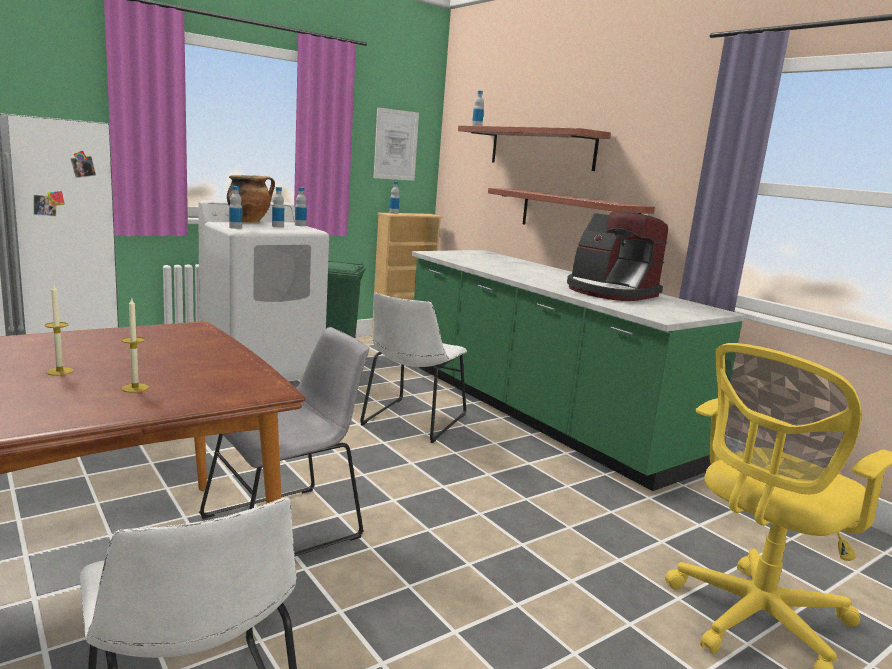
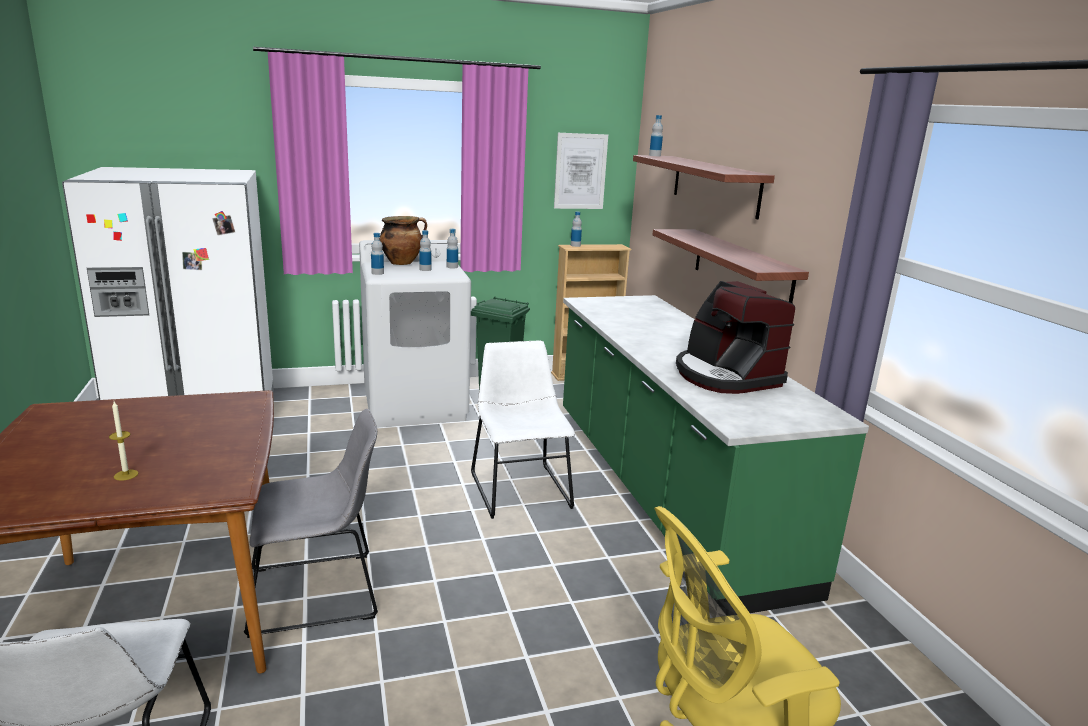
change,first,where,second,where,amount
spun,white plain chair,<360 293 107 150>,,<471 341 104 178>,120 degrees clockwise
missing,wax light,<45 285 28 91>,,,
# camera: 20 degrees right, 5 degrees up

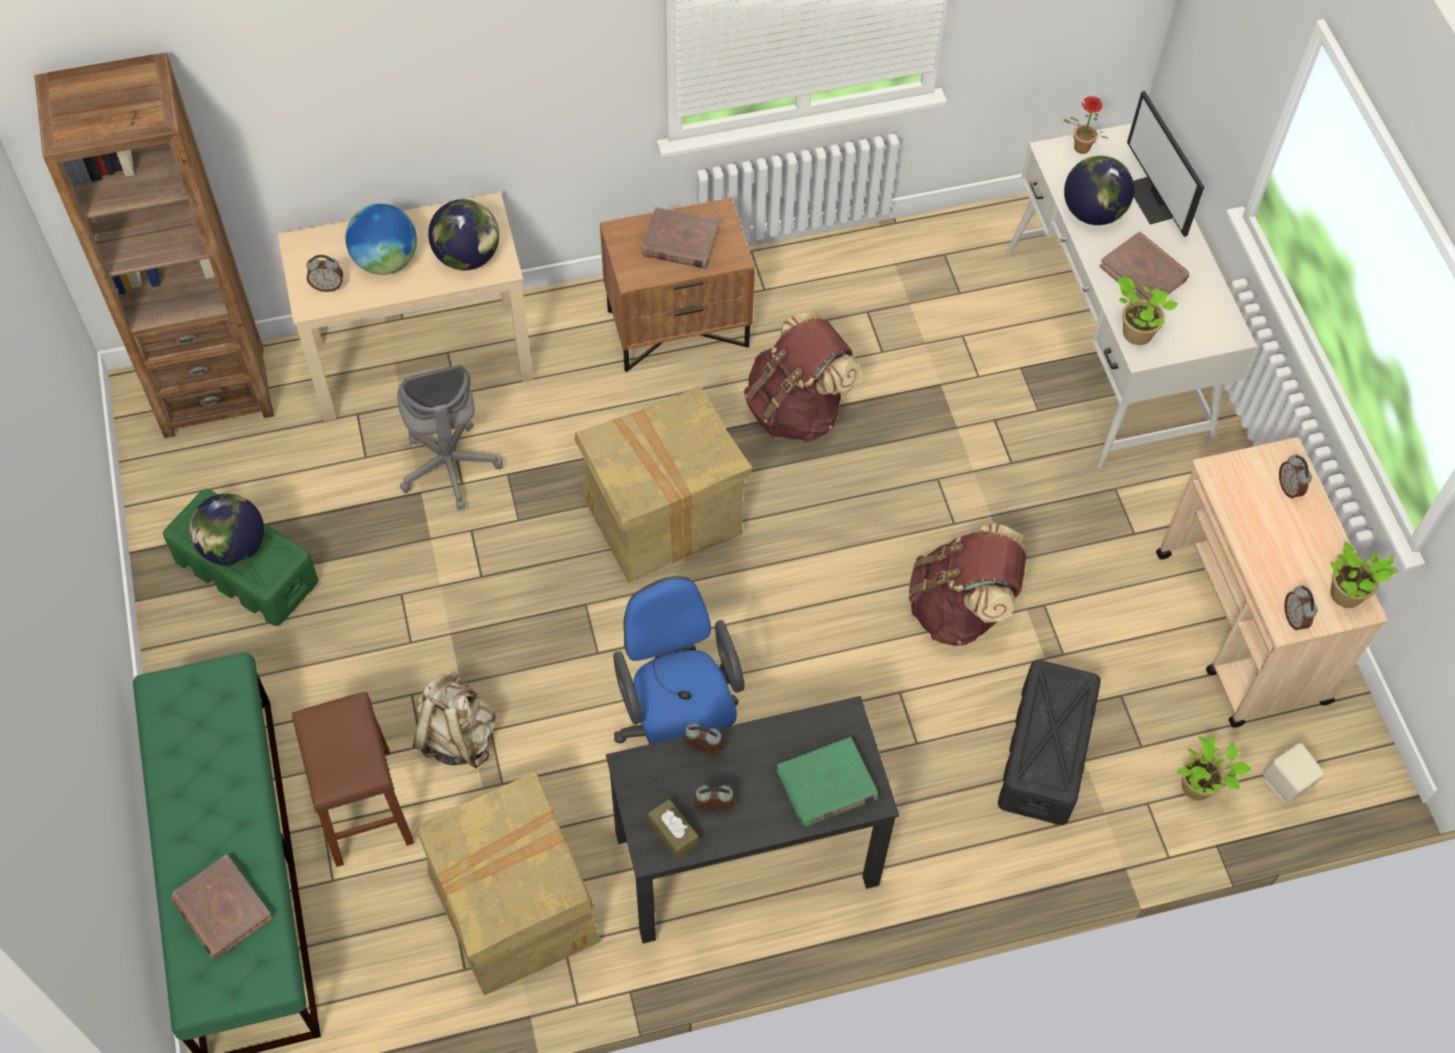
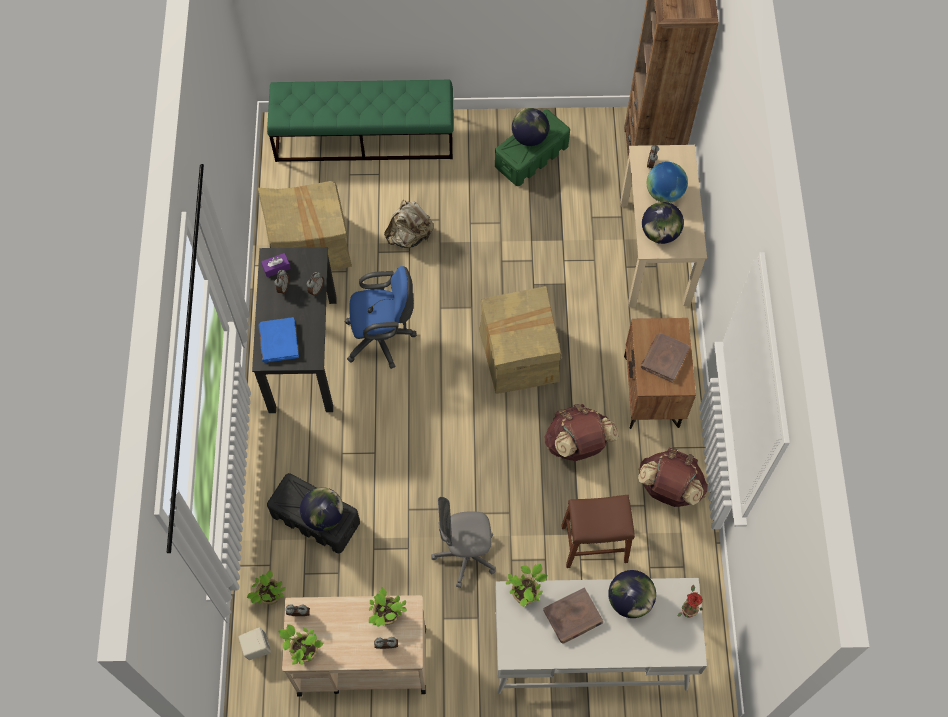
change,first,where,second,where,amount
colour,green-coloured volume,<777 737 101 89>,blue-coloured volume,<259 317 40 46>,
colour,brown box of tissues,<648 799 51 60>,purple-coloured box of tissues,<261 253 30 24>,
appeared,,,desk globe,<300 487 44 44>,
appeared,,,plant in a pot,<369 587 38 40>,
relocated,gray computer chair,<397 365 106 145>,,<431 497 65 91>,
relocated,brown sitting stool,<292 692 122 175>,,<561 495 74 73>,
relocated,brown knapsack,<908 523 118 123>,,<638 448 70 59>,
missing,brown volume,<171 855 102 104>,,,
missing,computer screen,<1127 91 77 146>,,,
# camera: 105 degrees right, 5 degrees up

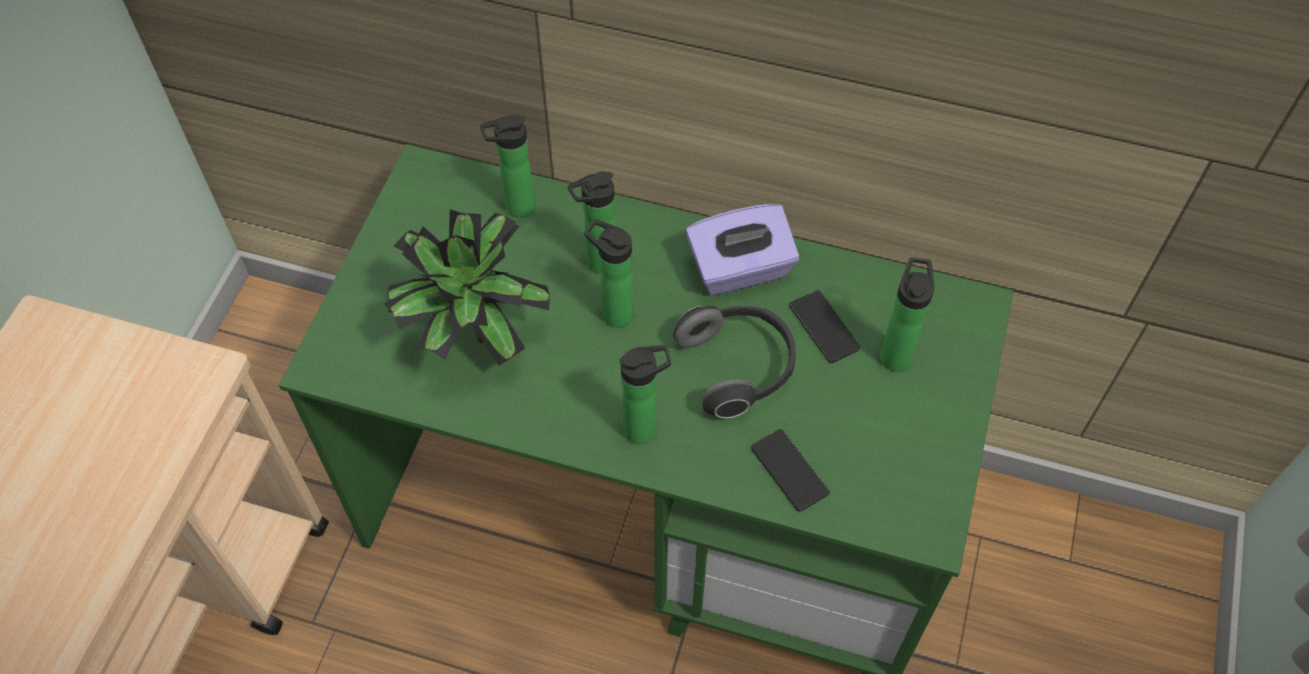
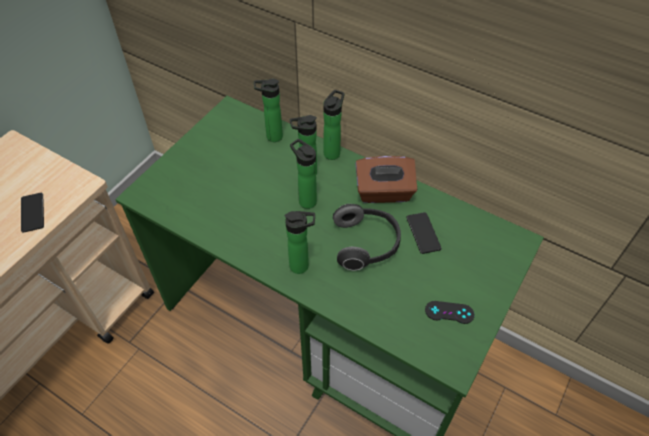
change,first,where,second,where,amount
relocated,handset,<751 429 79 83>,,<21 193 23 40>,
relocated,drink bottle,<880 257 55 114>,,<324 90 20 70>,
colour,purple-coloured box of tissues,<686 204 113 92>,brown box of tissues,<355 156 62 47>,
appeared,,,blackish gamepad,<425 301 50 23>,
missing,plant in a pot,<383 209 167 157>,,,
# camera: 15 degrees right, 5 degrees down

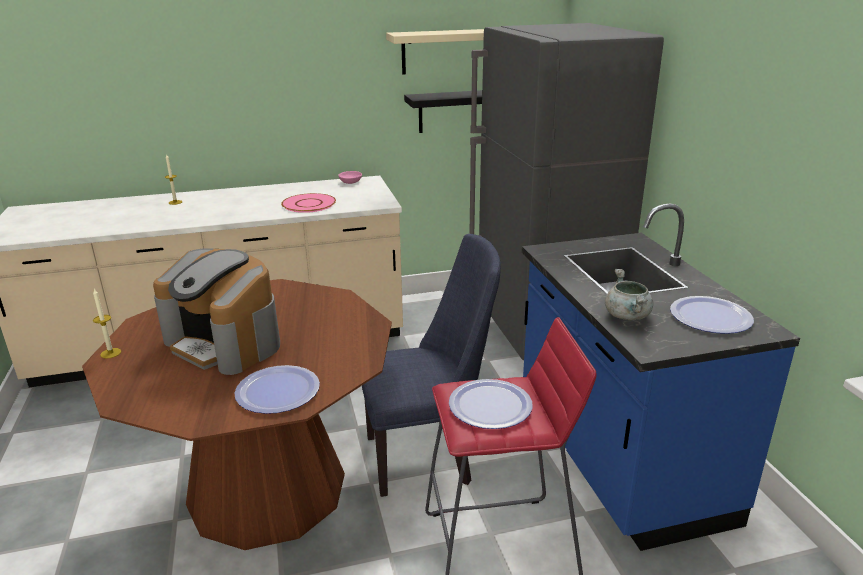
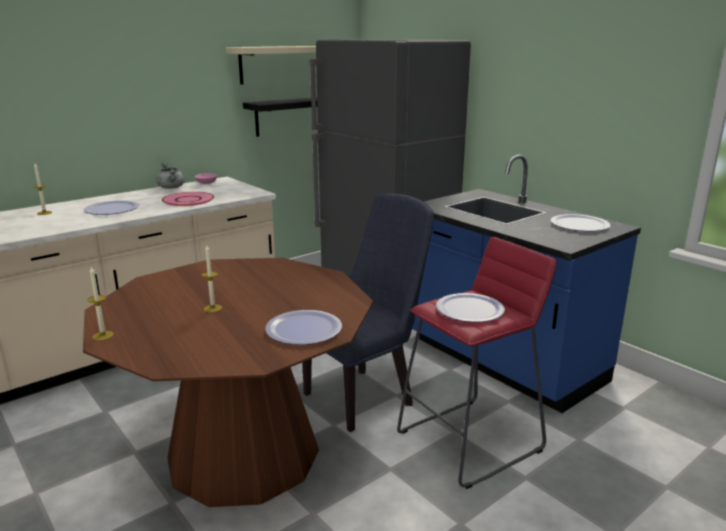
change,first,where,second,where,amount
appeared,,,flat dish,<83 200 56 15>,
relocated,gray cooking pot,<605 269 48 51>,,<156 162 29 27>,
exchanged,coffee brewer,<153 248 127 127>,wax light,<202 245 20 67>,
# camera: 25 degrees left, 5 degrees down

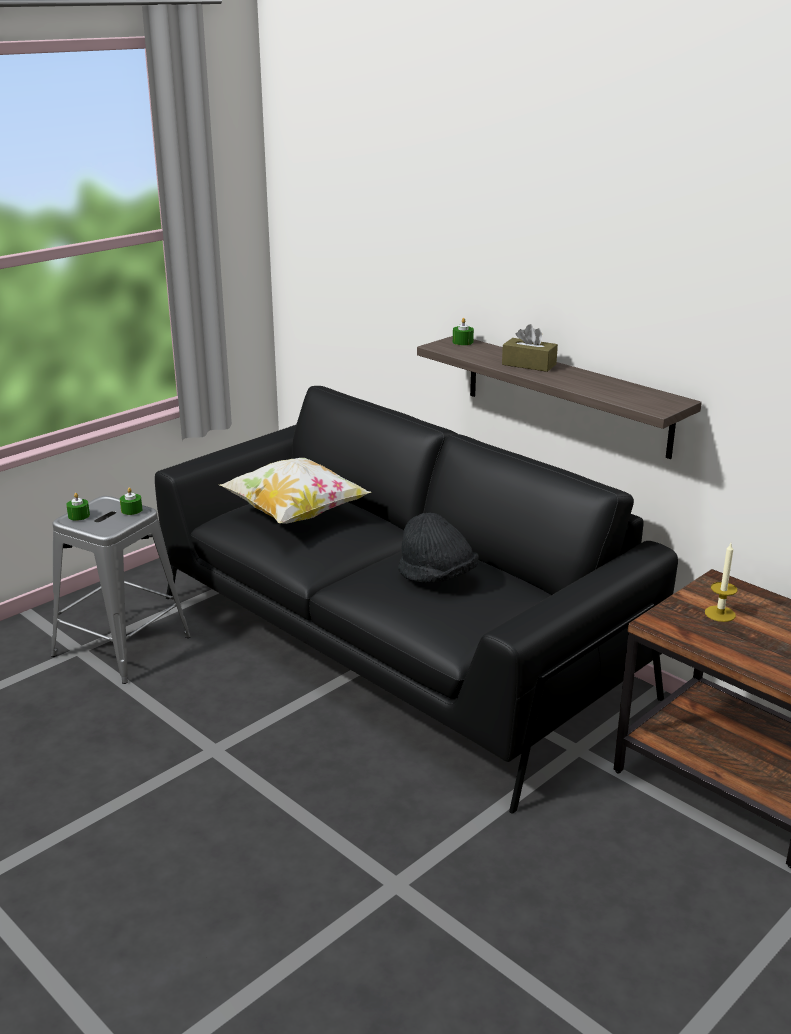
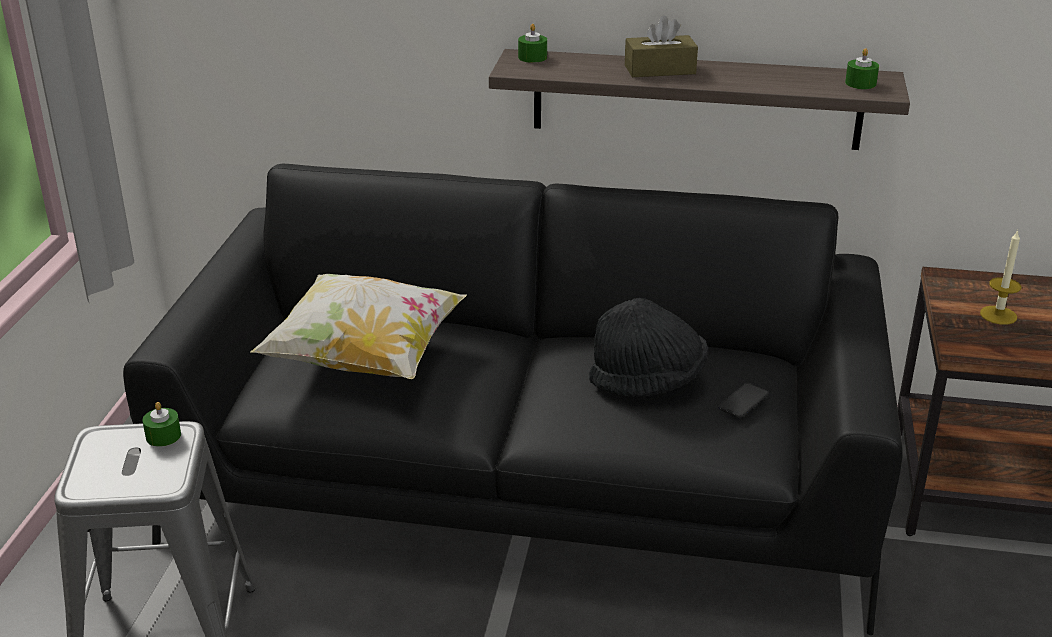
change,first,where,second,where,amount
appeared,,,handset,<718 383 51 35>,
relocated,green-coloured wax light,<66 493 24 28>,,<845 48 34 41>,
# camera: 35 degrees left, 5 degrees up

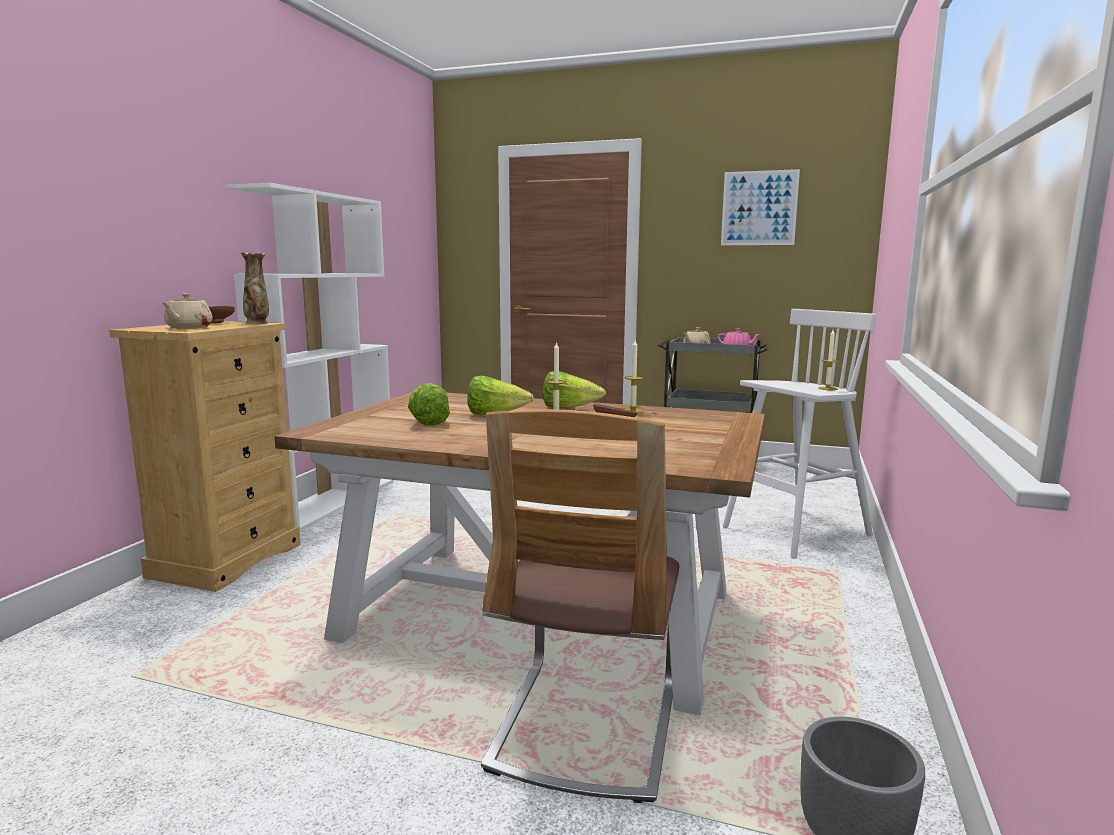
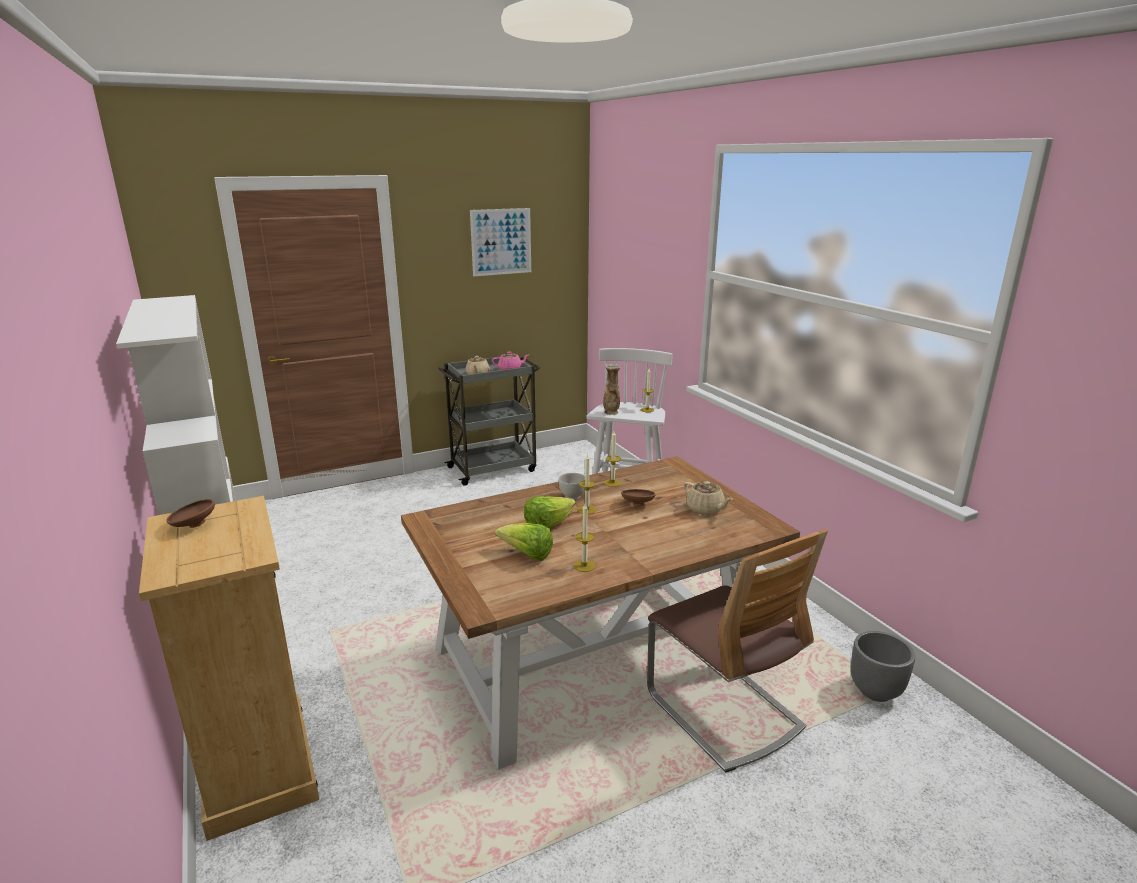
change,first,where,second,where,amount
exchanged,head of lettuce,<543 371 63 37>,white bowl,<558 473 27 27>,
appeared,,,wax light,<574 504 21 68>,
relocated,vase,<241 252 28 72>,,<603 364 18 51>,
relocated,sand-coloured pot for tea,<162 293 51 36>,,<684 481 49 34>,
# camera: 45 degrees left, 10 degrees up

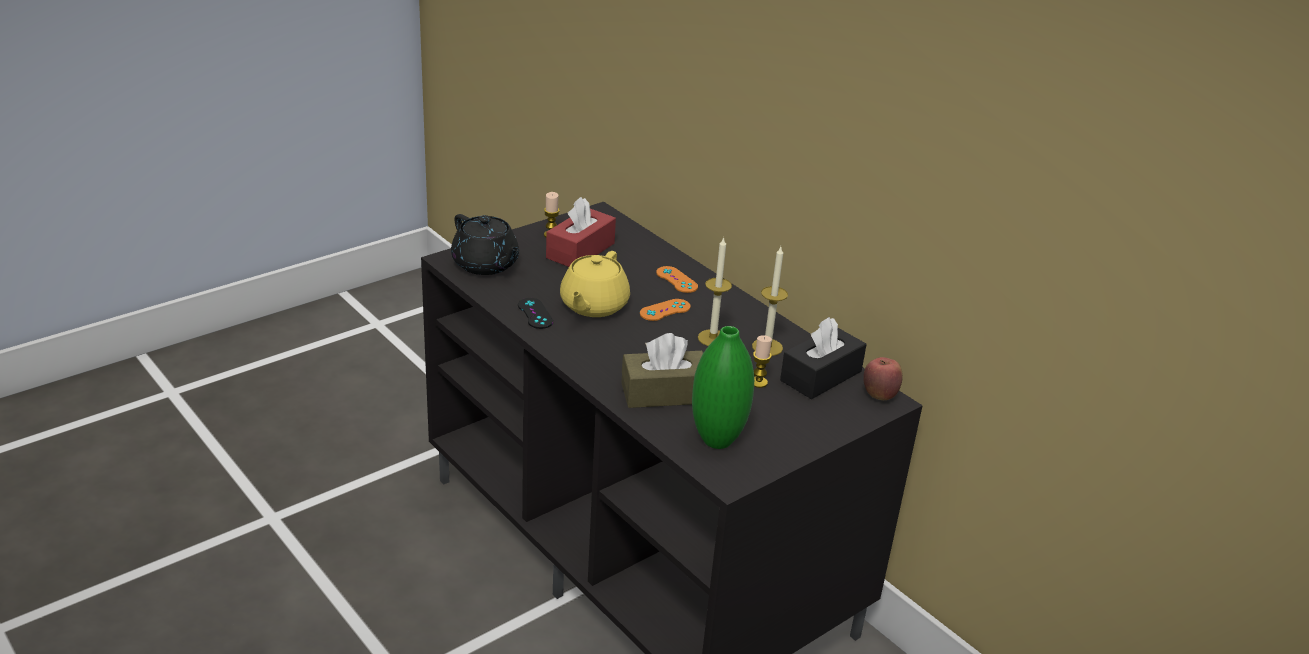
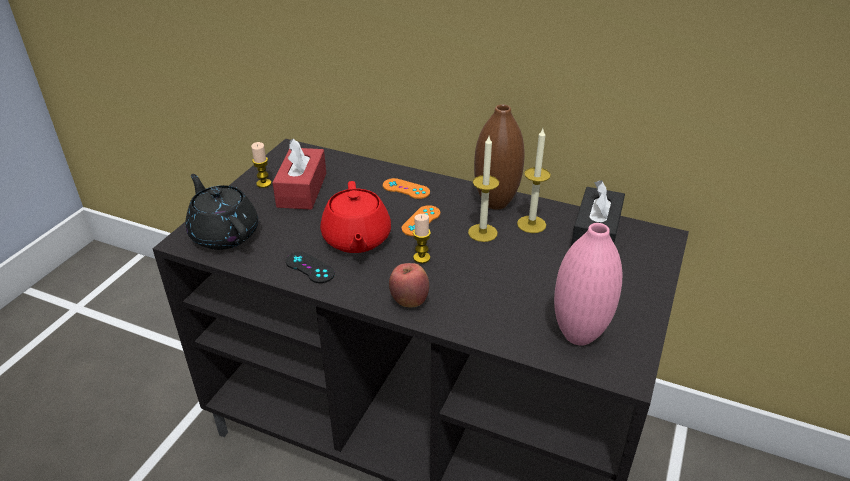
change,first,where,second,where,amount
spun,blackish pot for tea,<451 214 69 61>,,<185 174 73 76>,150 degrees counterclockwise
colour,yellow-coloured pot for tea,<560 251 70 66>,red-coloured pot for tea,<320 181 71 72>,
relocated,apple fruit,<863 357 40 43>,,<389 263 40 44>,
relocated,wax light,<753 335 19 53>,,<413 214 18 49>,
appeared,,,brown vase,<474 104 51 106>,
colour,green-coloured vase,<692 326 62 123>,pinkish vase,<554 223 68 123>,
missing,brown box of tissues,<621 333 82 75>,,,
# camera: 25 degrees left, 5 degrees up

